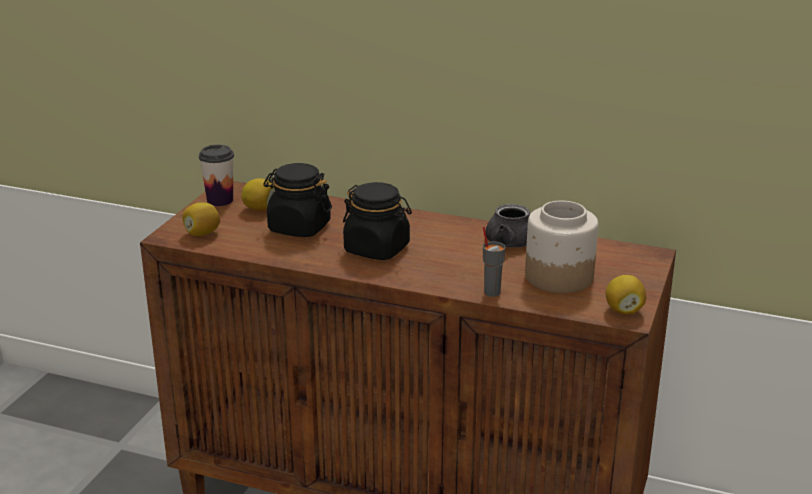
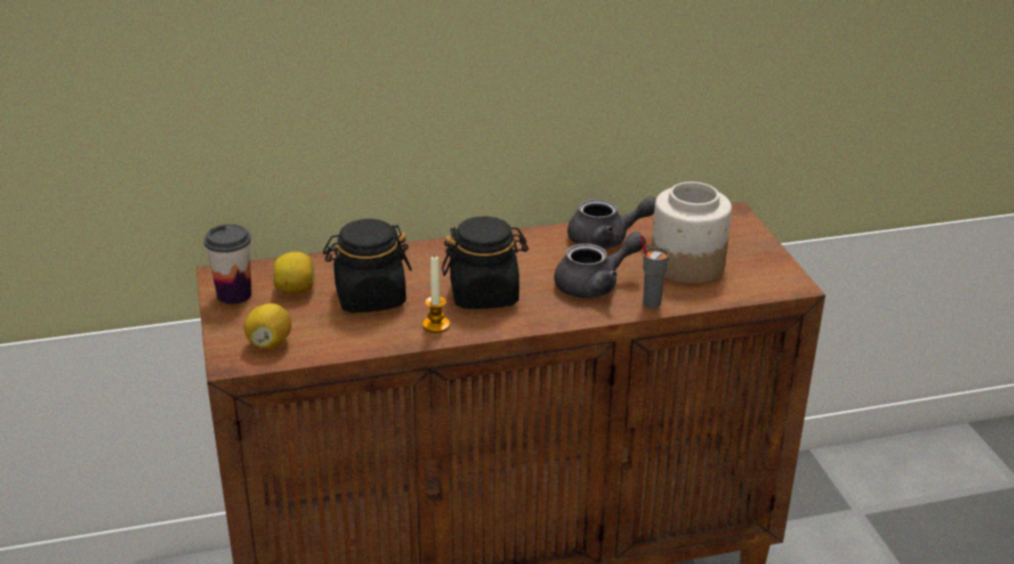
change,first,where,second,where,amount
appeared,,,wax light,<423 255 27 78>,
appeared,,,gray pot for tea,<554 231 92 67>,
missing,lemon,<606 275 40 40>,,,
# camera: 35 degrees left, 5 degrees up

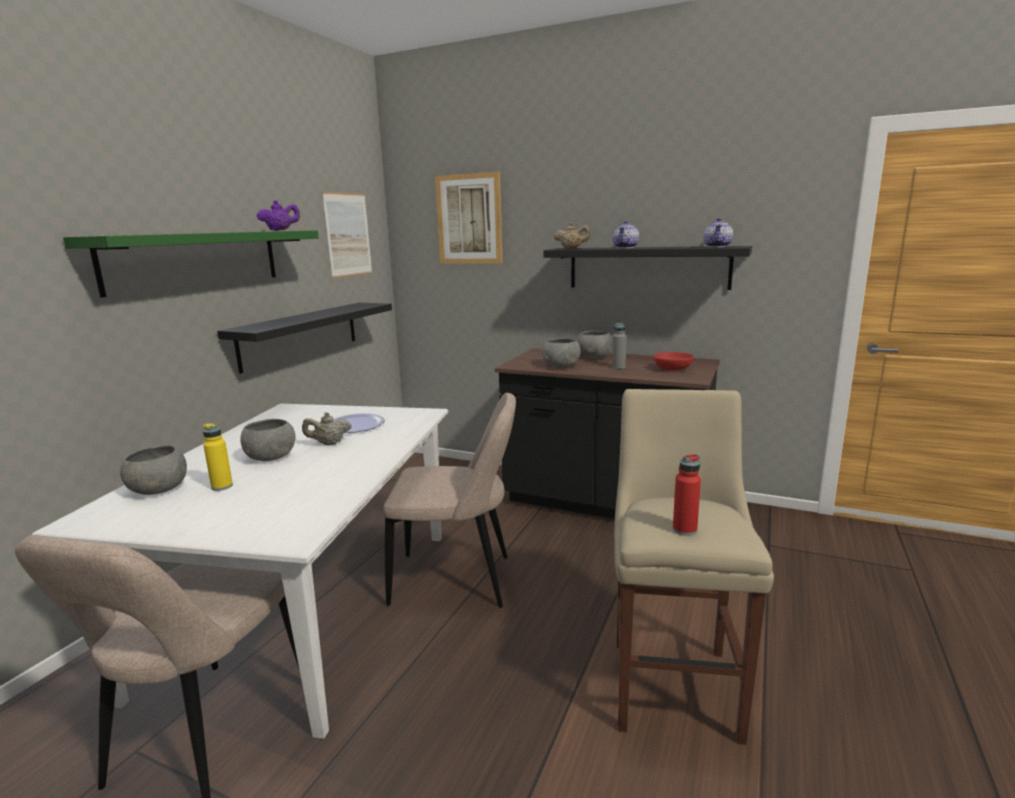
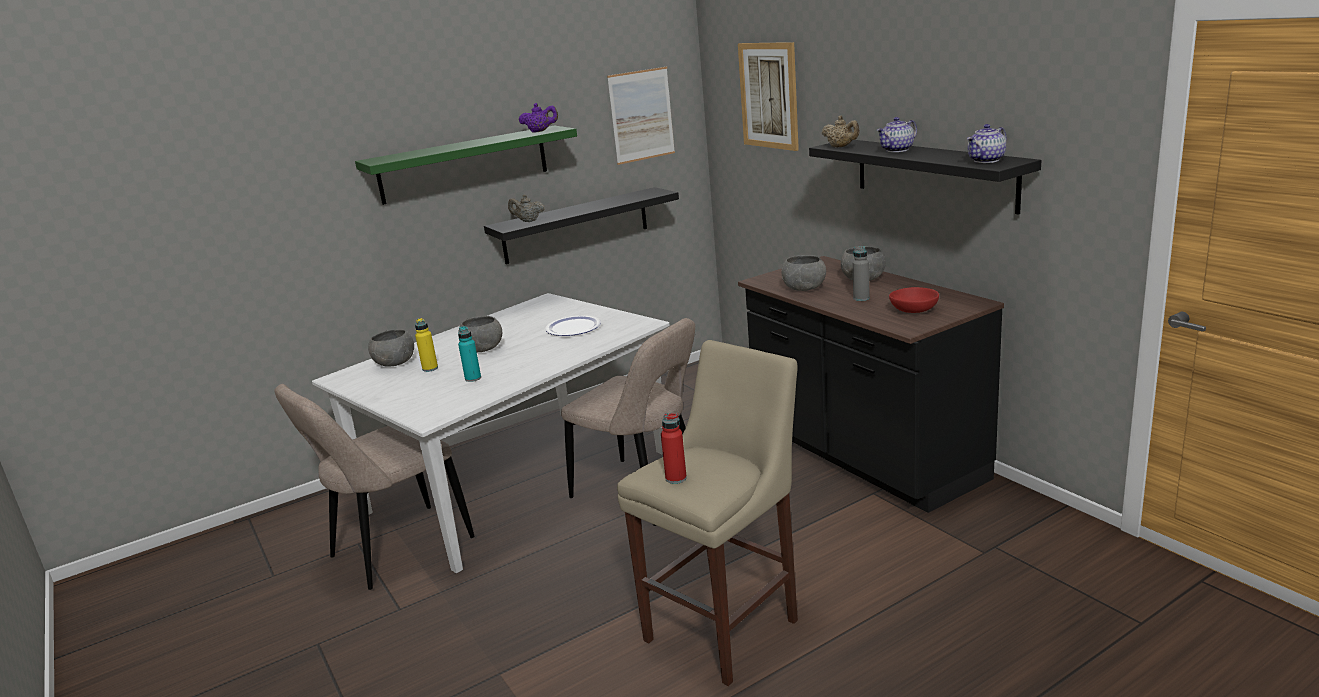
change,first,where,second,where,amount
appeared,,,blue-green drink bottle,<458 326 23 56>,
relocated,sand-coloured pot for tea,<302 412 50 33>,,<508 195 37 27>,
# camera: 35 degrees right, 5 degrees up

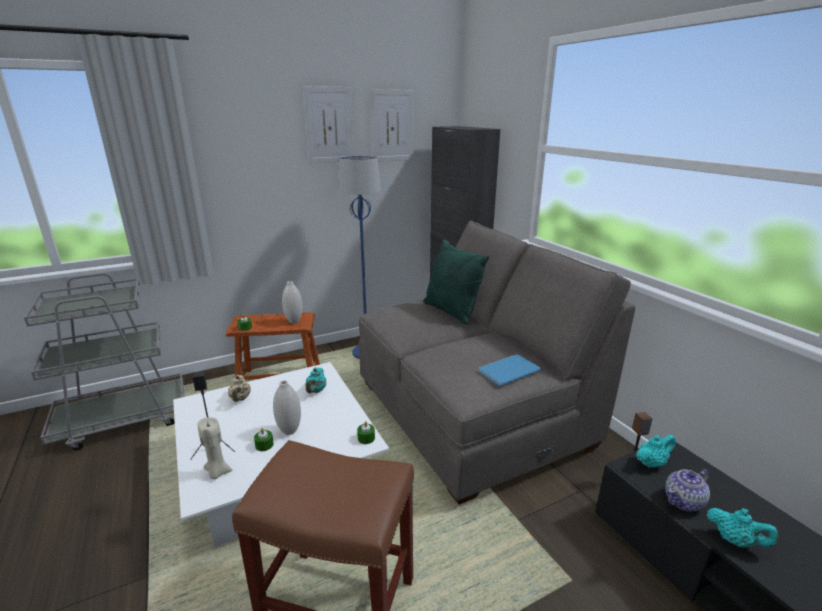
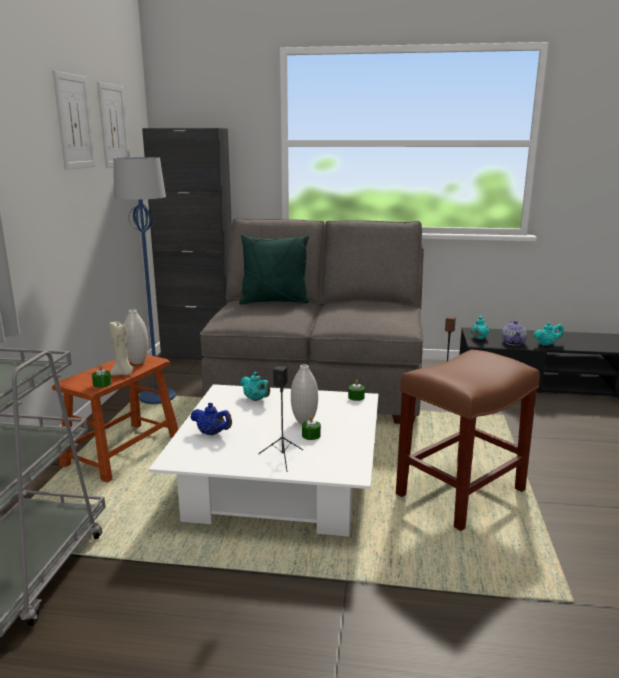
change,first,where,second,where,amount
relocated,sand-coloured wax light,<198 417 34 63>,,<109 321 25 55>,
colour,sand-coloured pot for tea,<228 375 23 27>,blue-coloured pot for tea,<190 403 42 32>,
missing,blue-coloured volume,<478 354 63 32>,,,
# camera: 55 degrees left, 5 degrees down

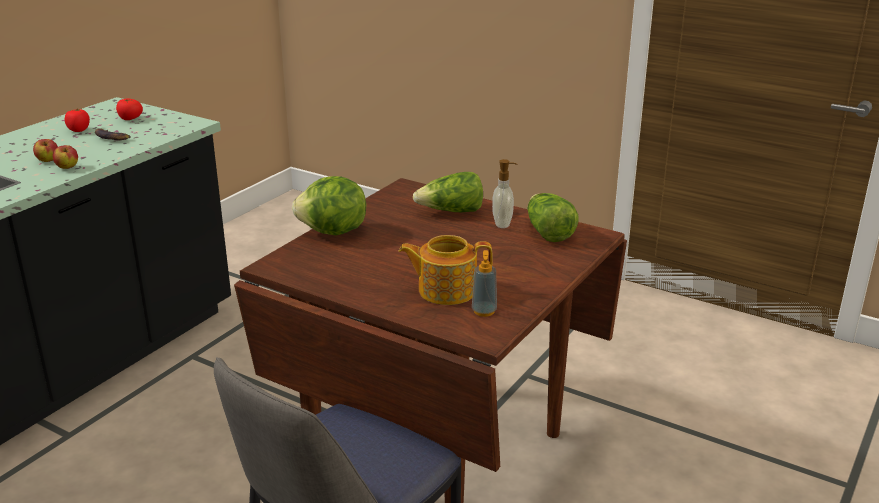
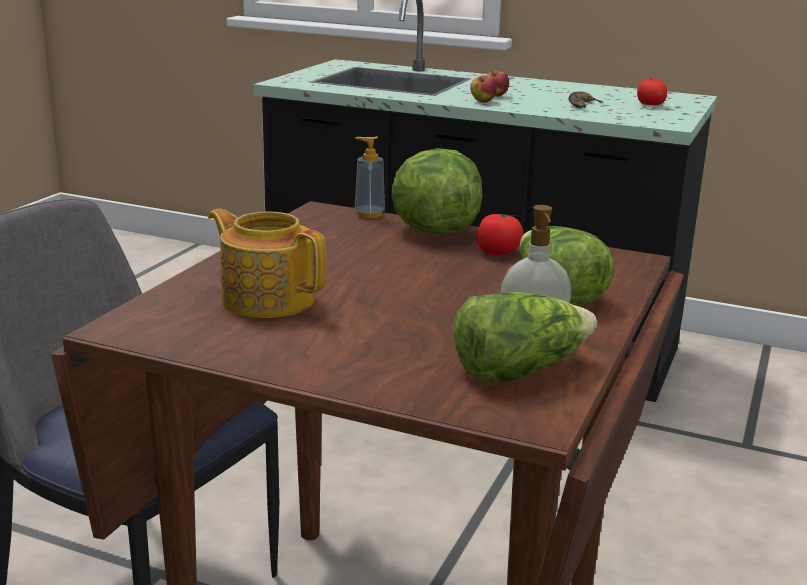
change,first,where,second,where,amount
spun,pot for tea,<399 235 94 70>,,<208 208 118 110>,45 degrees counterclockwise
relocated,liquid soap bottle,<472 250 25 67>,,<355 137 30 81>,
relocated,tomato,<65 108 25 24>,,<477 214 46 42>,
# camera: 80 degrees right, 5 degrees down

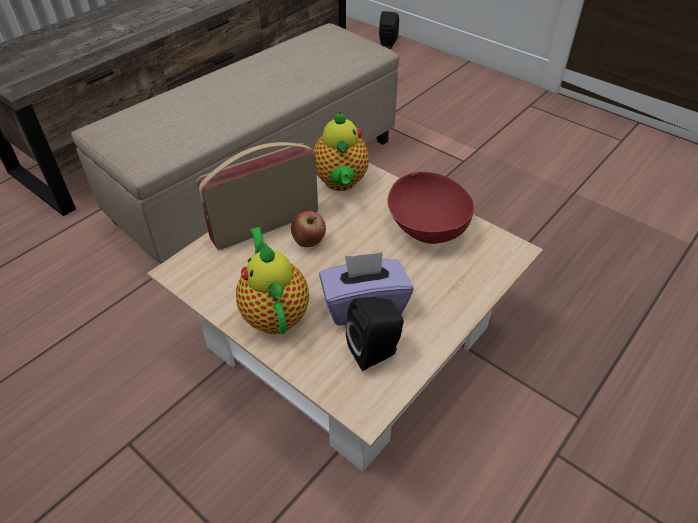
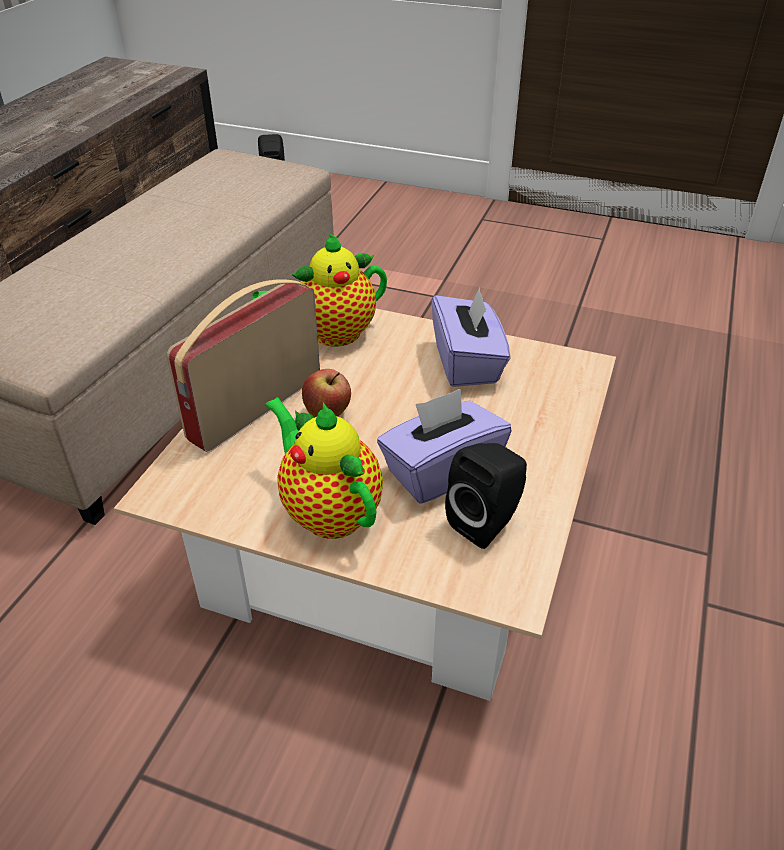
change,first,where,second,where,amount
spun,pot for tea,<313 111 56 80>,,<252 233 135 113>,90 degrees clockwise
exchanged,red-coloured bowl,<387 171 87 73>,purple-coloured box of tissues,<431 287 79 100>,
# camera: 20 degrees left, 5 degrees down

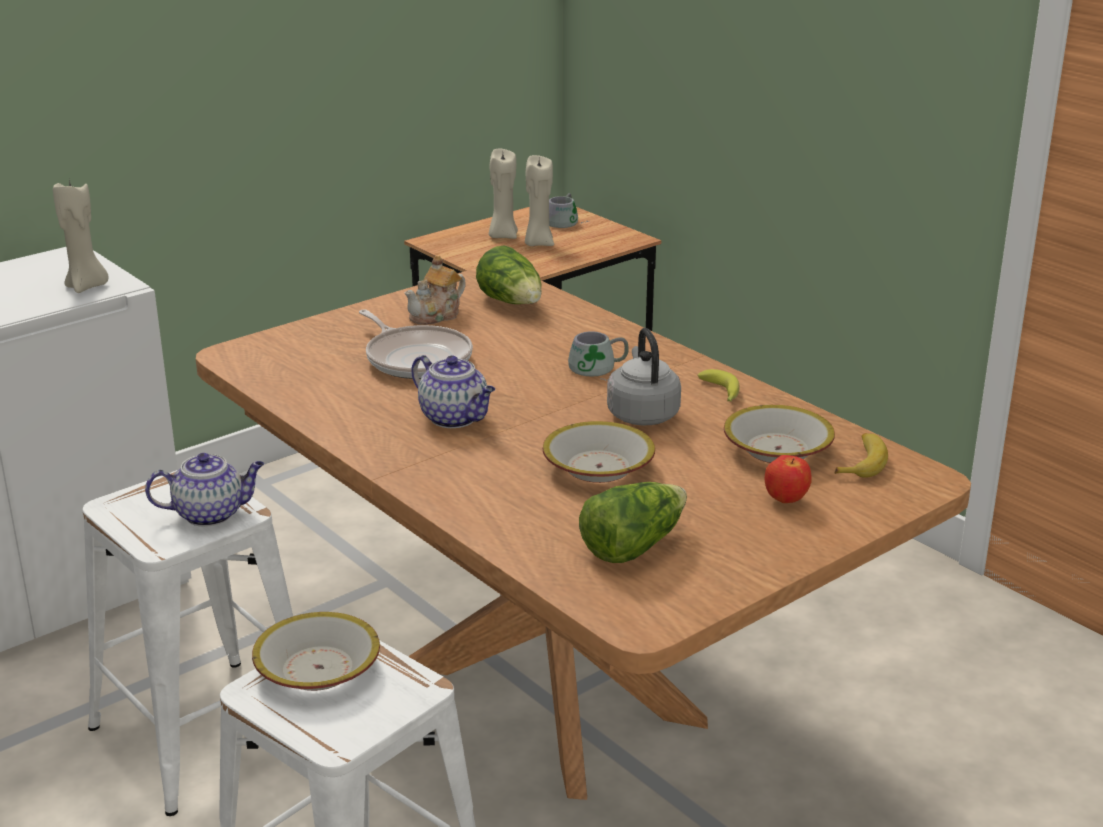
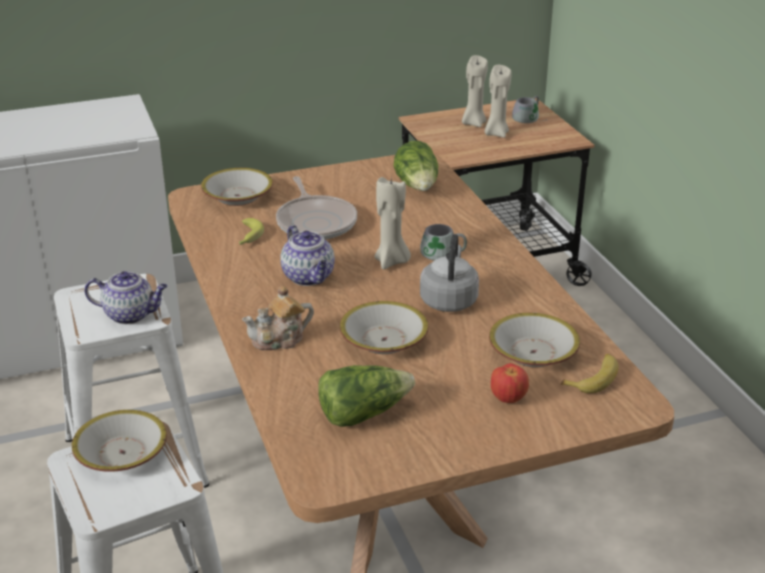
change,first,where,second,where,amount
appeared,,,bowl,<201 168 72 38>,
relocated,whole banana,<697 369 43 32>,,<239 218 25 27>,
relocated,pot for tea,<404 256 62 69>,,<242 285 72 65>,
relocated,sand-coloured wax light,<53 180 56 113>,,<375 177 36 93>,
# camera: 20 degrees right, 5 degrees up

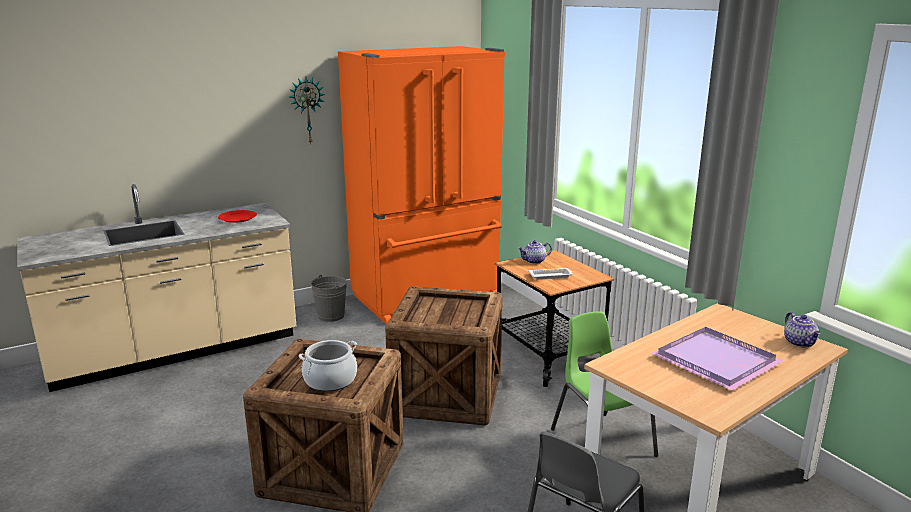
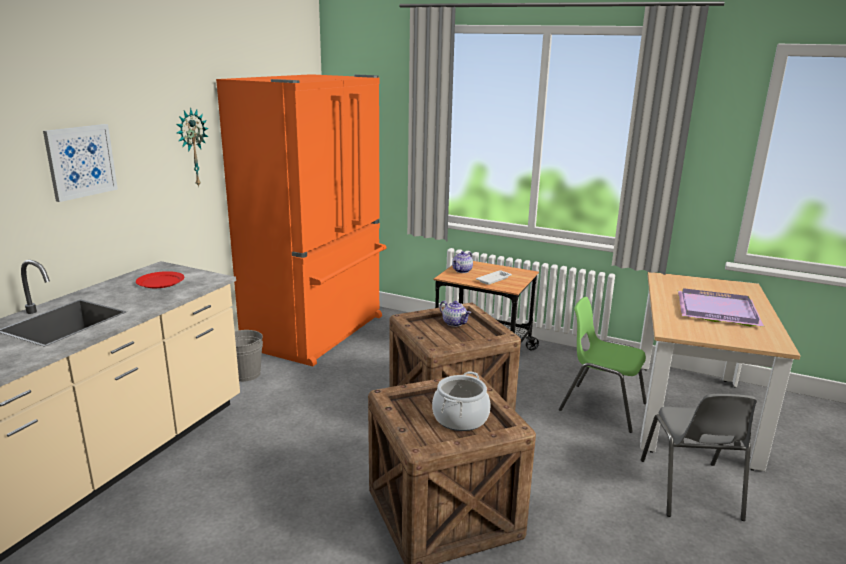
change,first,where,second,where,amount
appeared,,,picture,<43 124 75 78>,
relocated,pot for tea,<784 312 37 35>,,<440 301 31 26>,
# camera: 35 degrees left, 0 degrees up

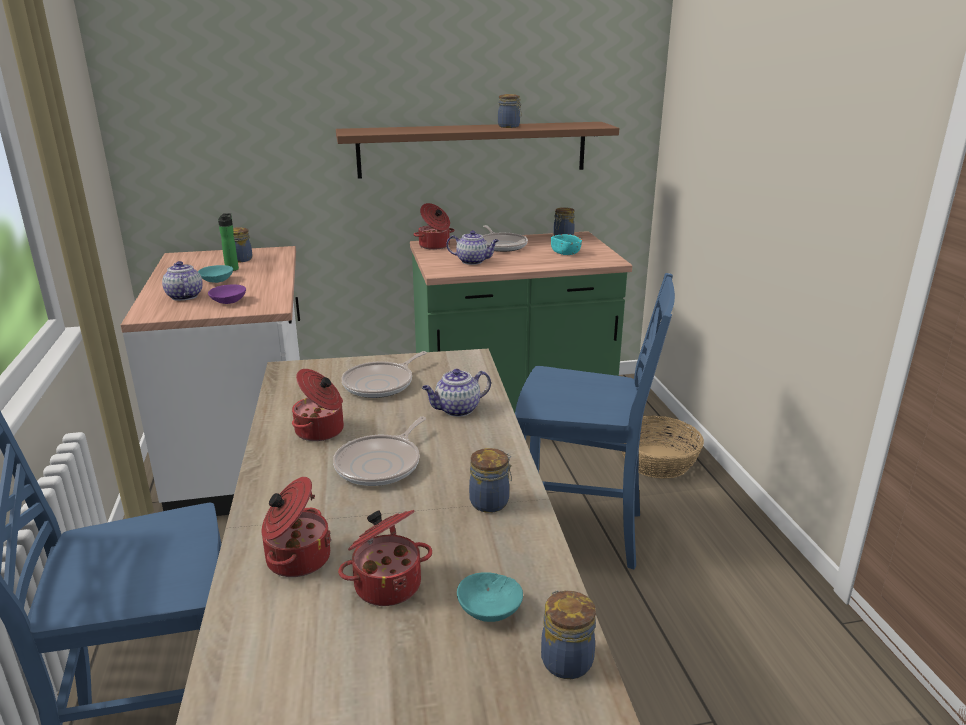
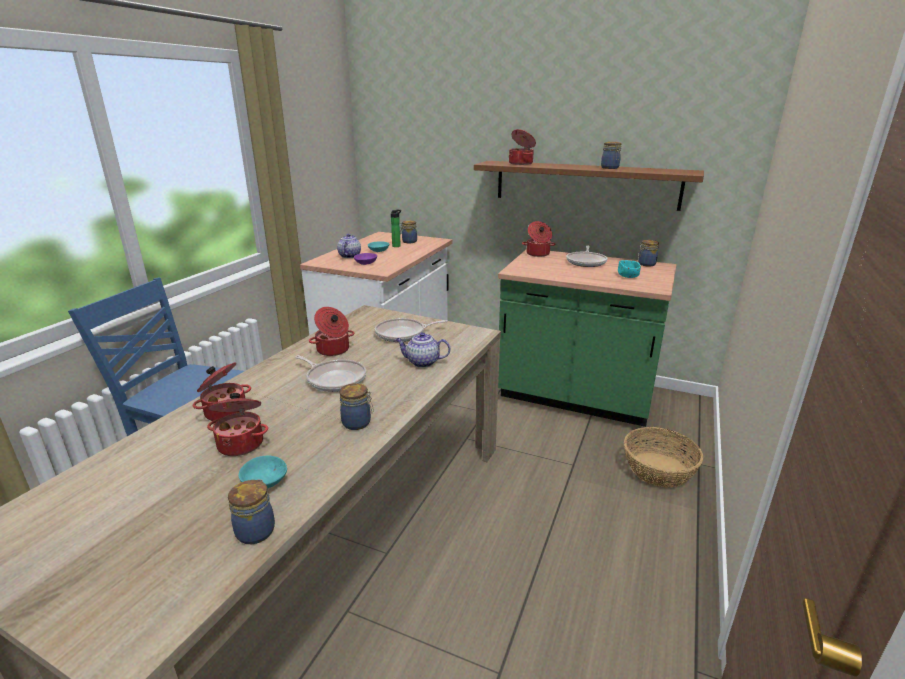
change,first,where,second,where,amount
spun,skillet,<333 417 93 69>,,<295 355 71 37>,120 degrees counterclockwise
appeared,,,cooking pot,<509 129 27 36>,
missing,pot for tea,<446 230 53 35>,,,
missing,blue-coloured plain chair,<515 273 160 296>,,,
# camera: 35 degrees right, 0 degrees up

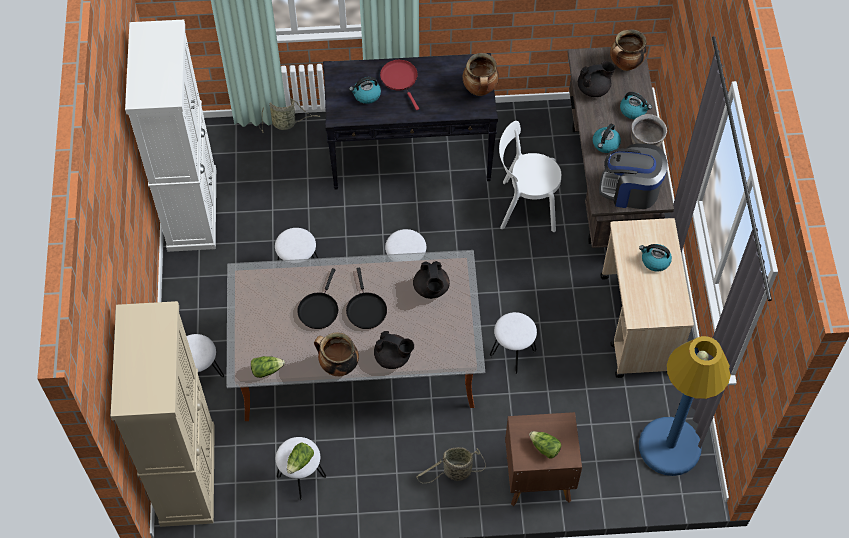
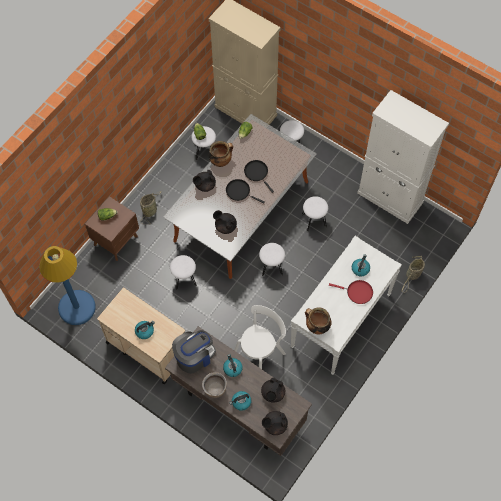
change,first,where,second,where,amount
exchanged,cooking pot,<610 29 37 42>,blackish pot for tea,<262 411 26 24>,
colour,blackish console table,<323 53 175 137>,white console table,<291 236 111 139>,
# camera: 130 degrees right, 5 degrees up

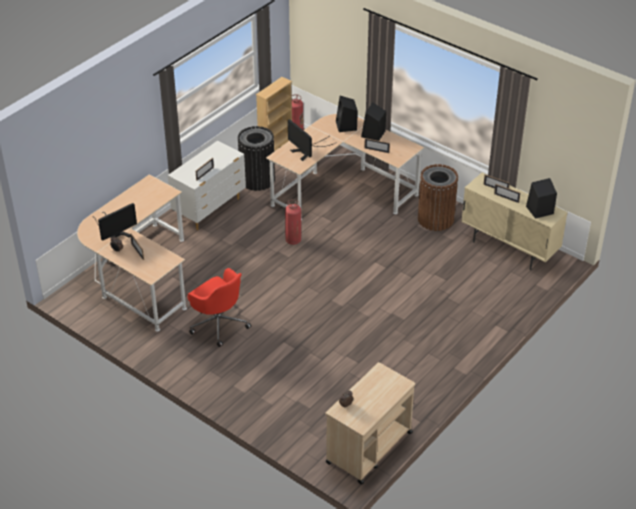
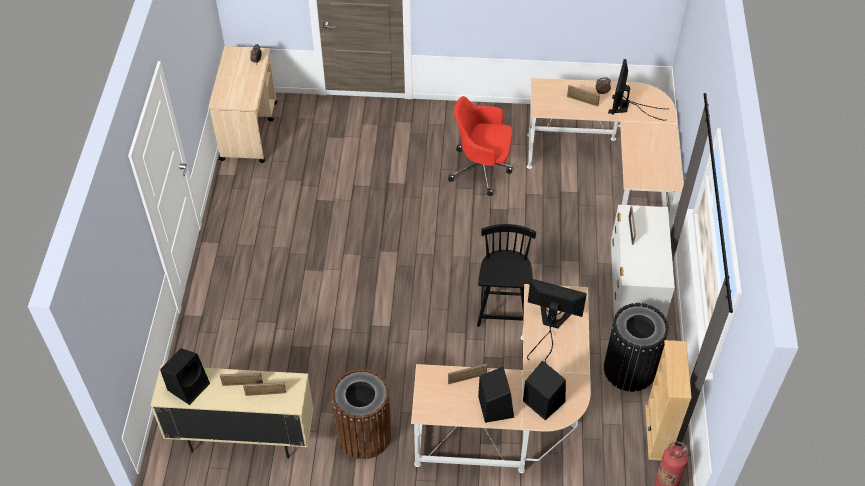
change,first,where,second,where,amount
exchanged,extinguisher,<285 199 16 46>,blackish plain chair,<477 224 59 103>,
# camera: 145 degrees right, 10 degrees up

